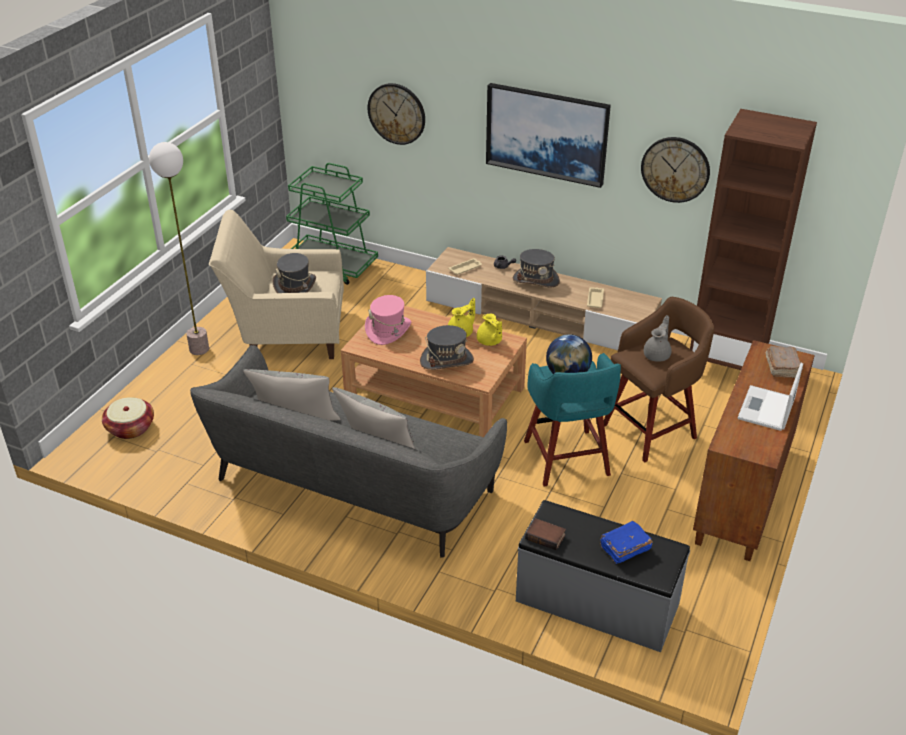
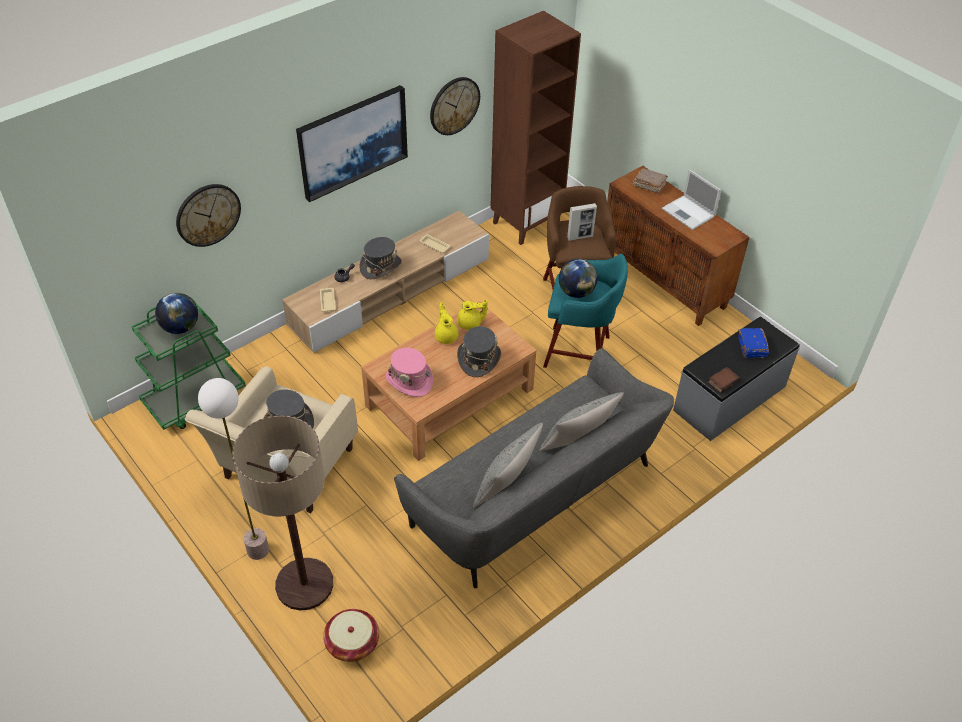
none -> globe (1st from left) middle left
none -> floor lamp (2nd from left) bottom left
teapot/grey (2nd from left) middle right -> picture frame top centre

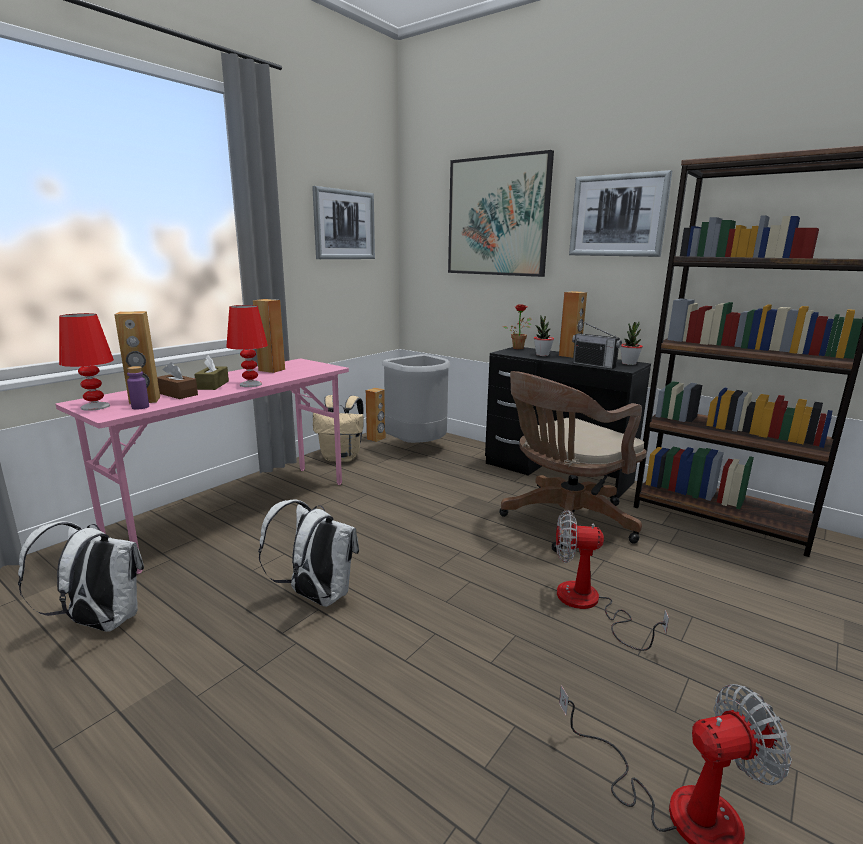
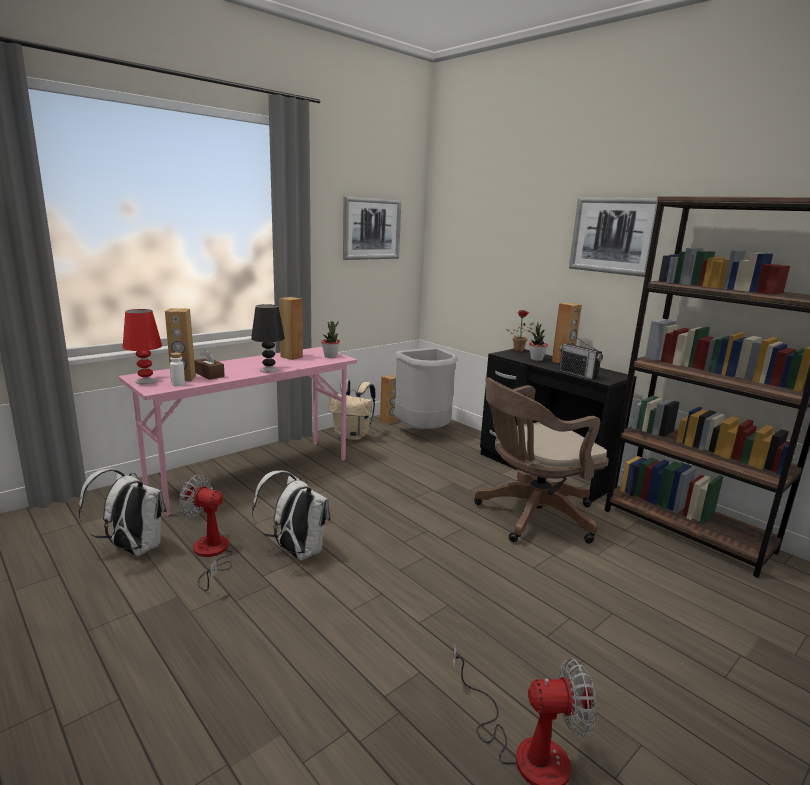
tissue box/brown (2nd from left) middle left -> none
picture (2nd from left) top centre -> none
fan (1st from left) bottom right -> fan (1st from left) bottom left, move
potted plant (3rd from left in the first image) middle right -> potted plant (1st from left) centre, move
bottle/purple middle left -> bottle/white middle left
table lamp/red (2nd from left) middle left -> table lamp/black middle left

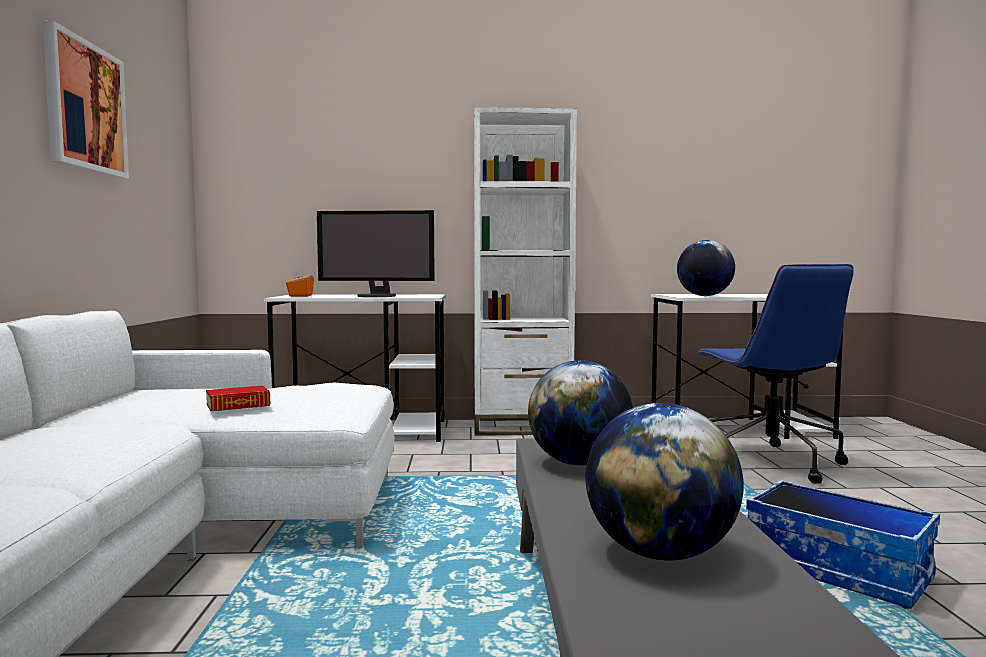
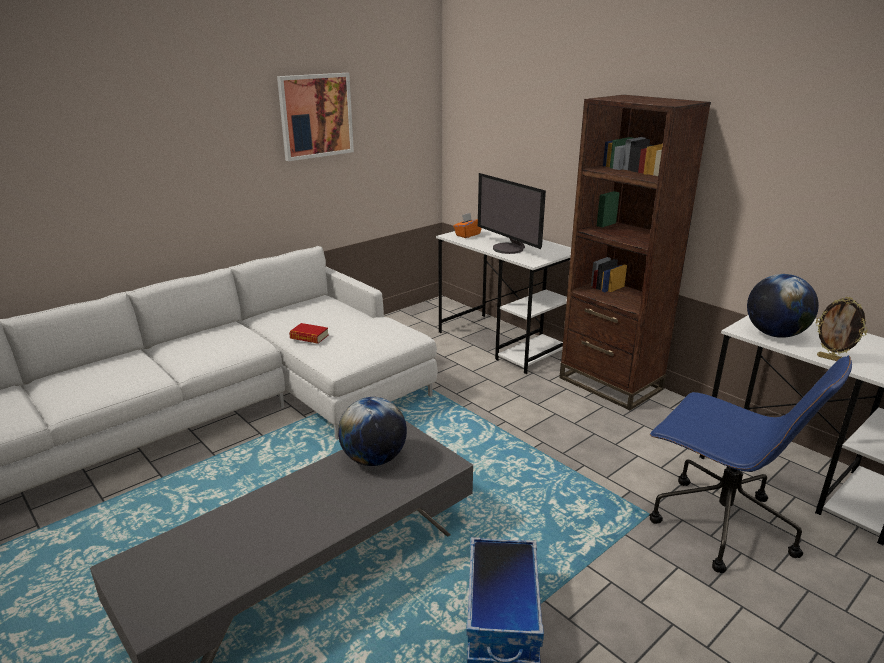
globe (2nd from left) bottom right -> none
none -> picture frame middle right
bookcase/white centre -> bookcase/brown middle right
office chair/blue middle right -> office chair/blue bottom right, 90 degrees counterclockwise

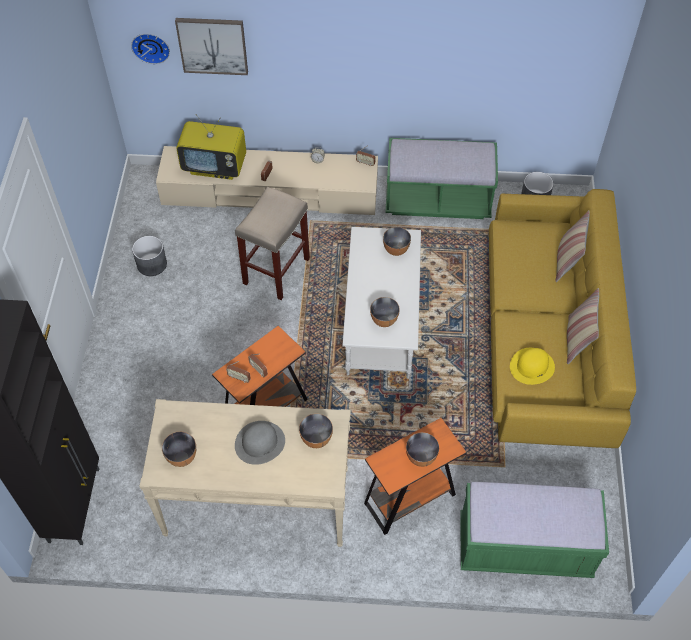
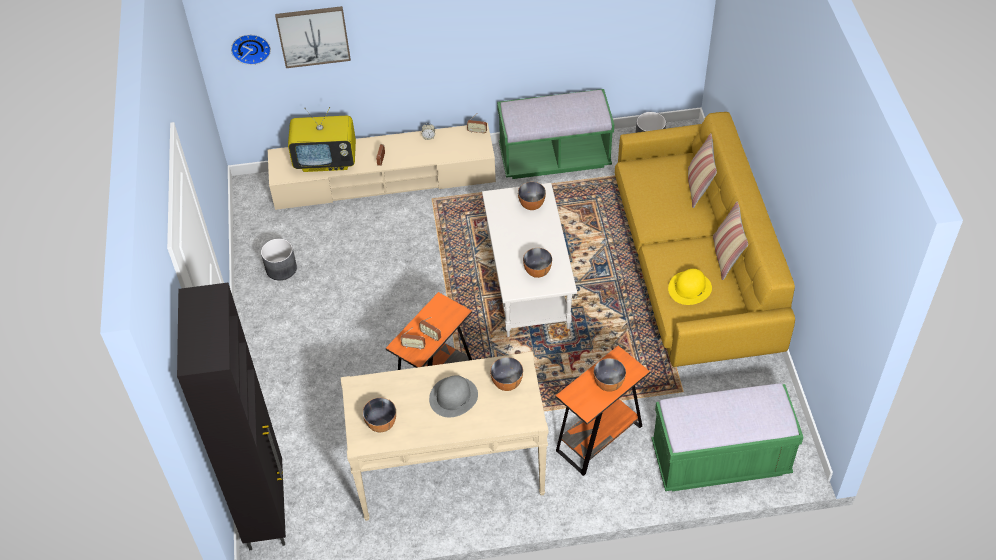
stool/beige centre -> none

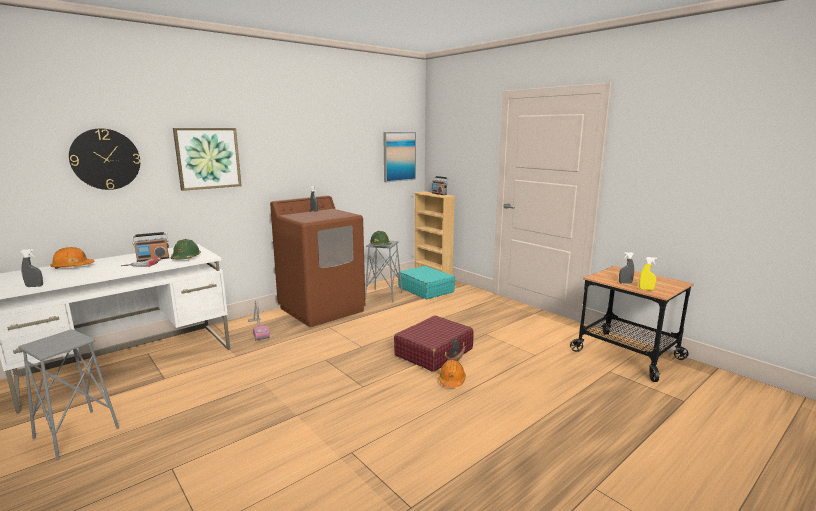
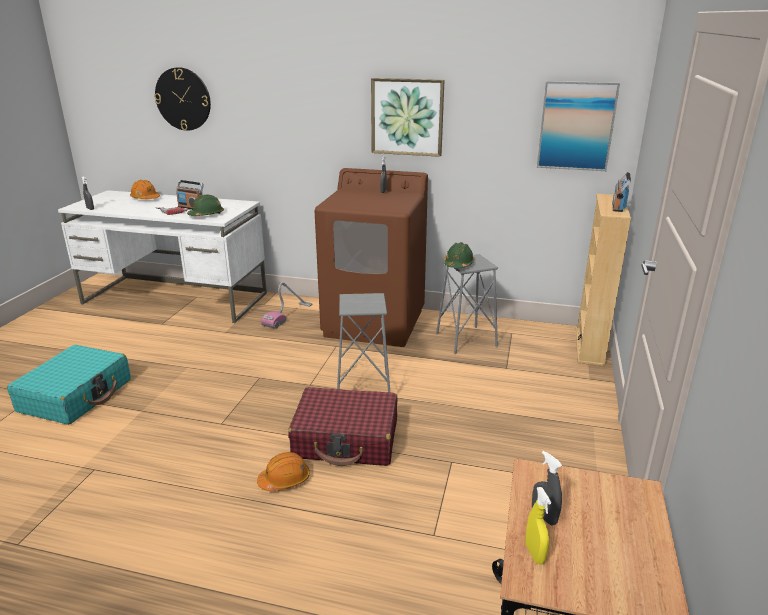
stool/grey (1st from left) bottom left -> stool/grey (1st from left) centre, move
picture (1st from left) top left -> picture (1st from left) top centre, move
suitcase/turquoise centre -> suitcase/turquoise middle left, move

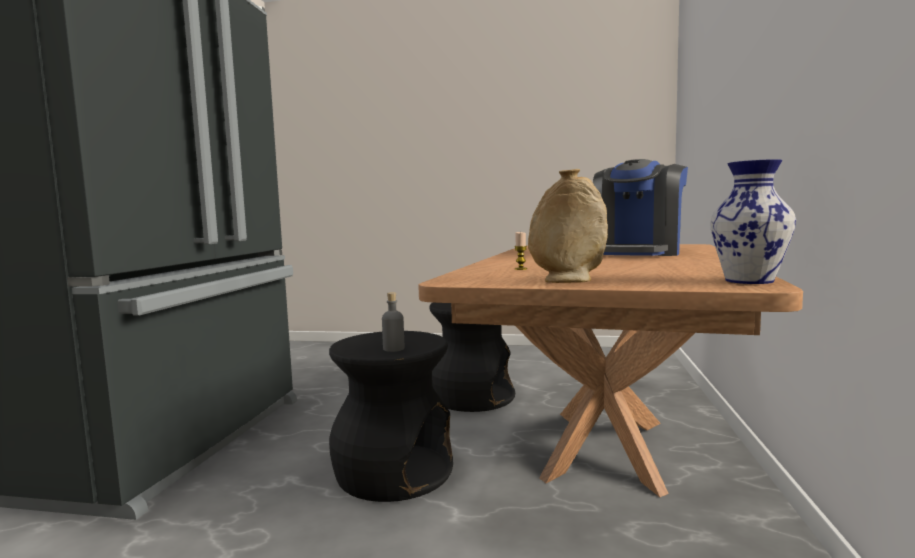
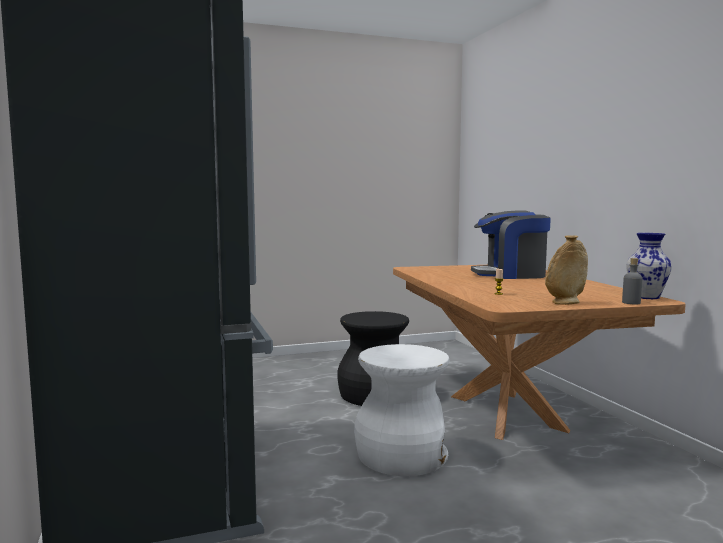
bottle/grey centre -> bottle/grey middle right, move
stool/black (1st from left) bottom centre -> stool/white bottom centre
coffee machine middle right, 90 degrees clockwise

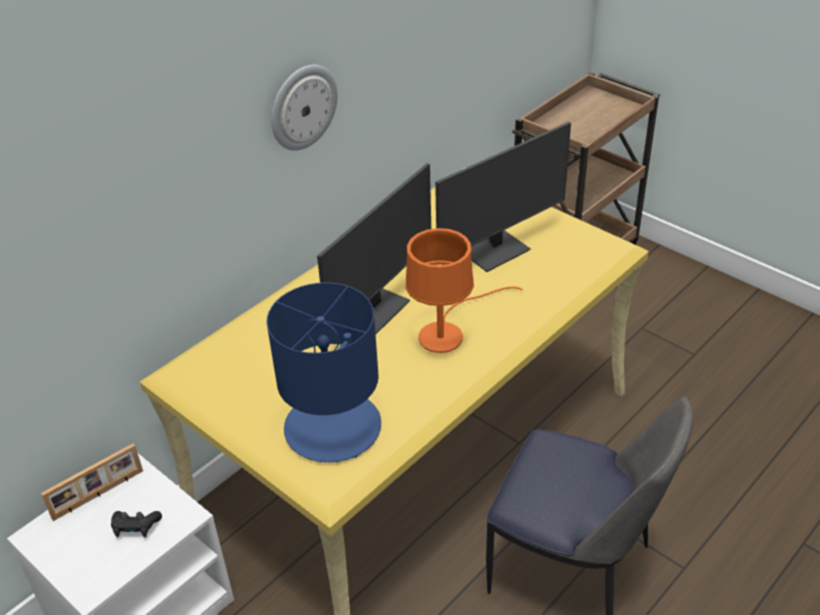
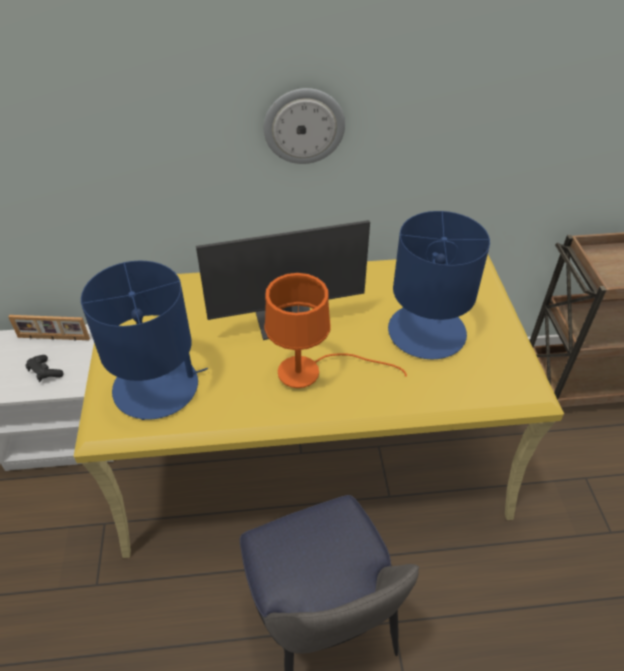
monitor (2nd from left) top centre -> table lamp/blue (2nd from left) middle right

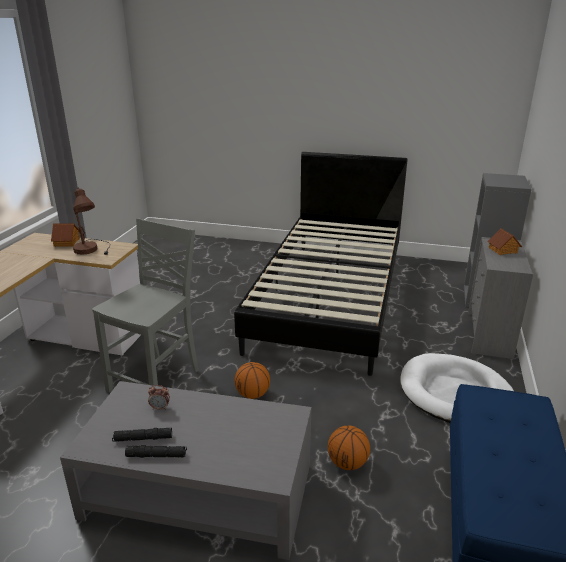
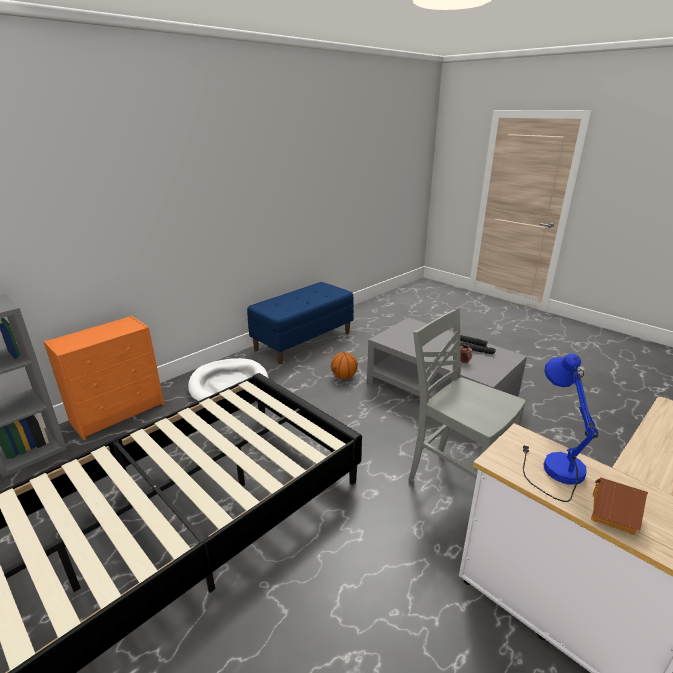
basketball (1st from left) bottom centre -> none
toy house (2nd from left) middle right -> none
table lamp/brown middle left -> table lamp/blue middle right
dresser/grey middle right -> dresser/orange middle left
chair/grey middle left -> chair/grey middle right, 75 degrees clockwise

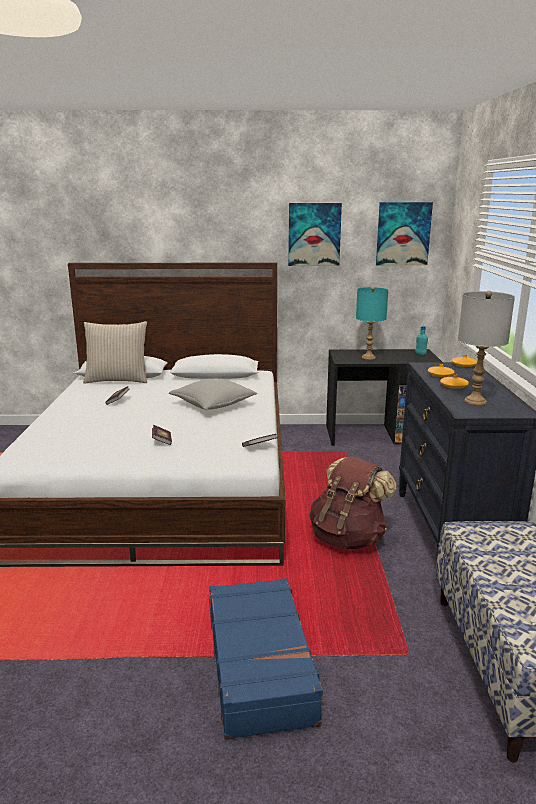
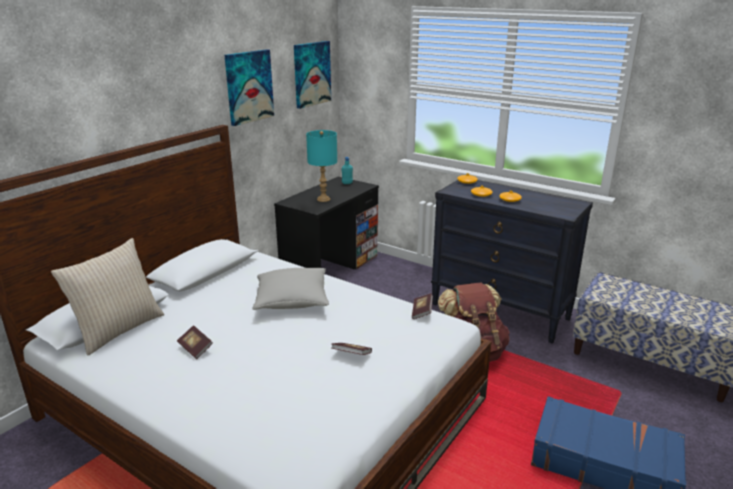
table lamp/grey middle right -> none

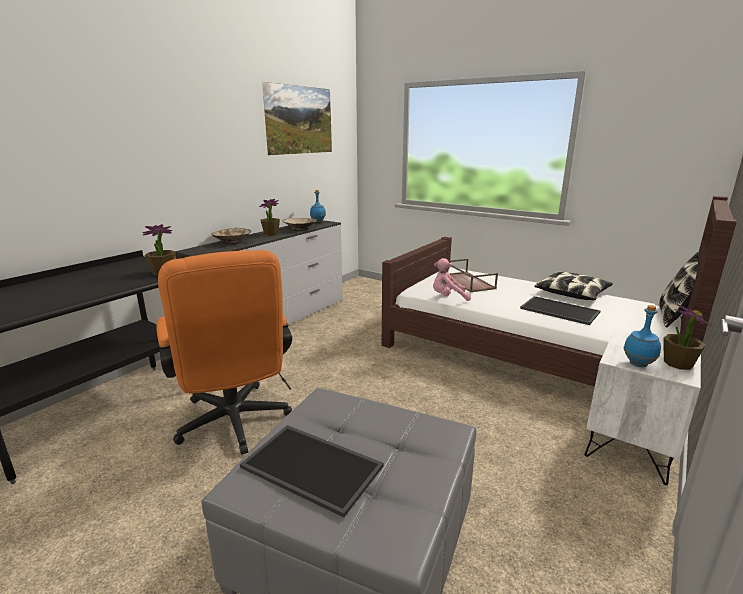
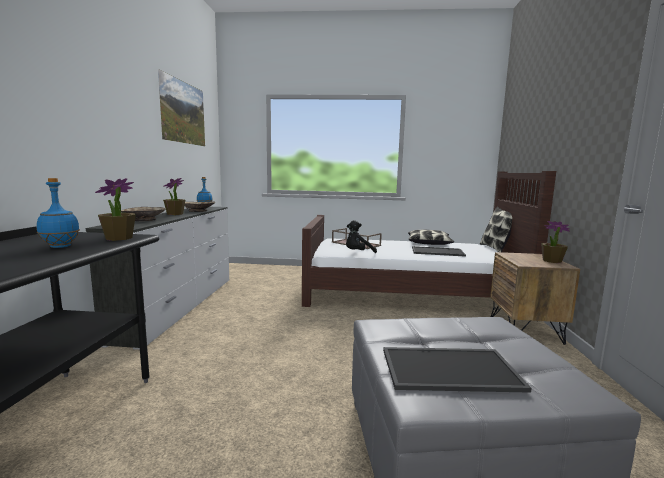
office chair/orange middle left -> none
bottle/blue (2nd from left in the first image) middle right -> bottle/blue (1st from left) middle left, move
plush toy/pink centre -> plush toy/black centre
nightstand/white bottom right -> nightstand/brown middle right

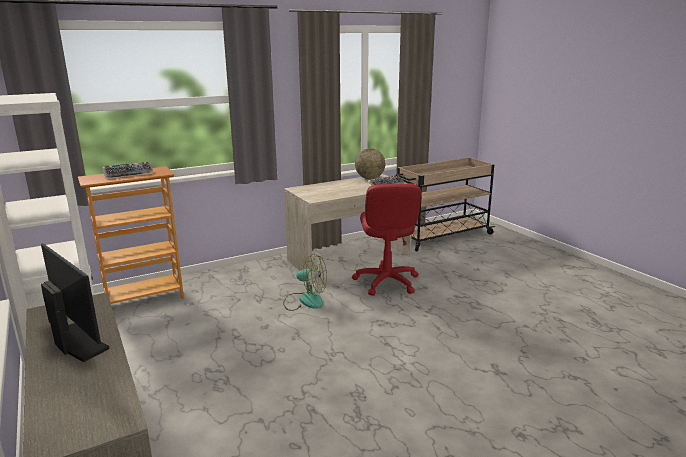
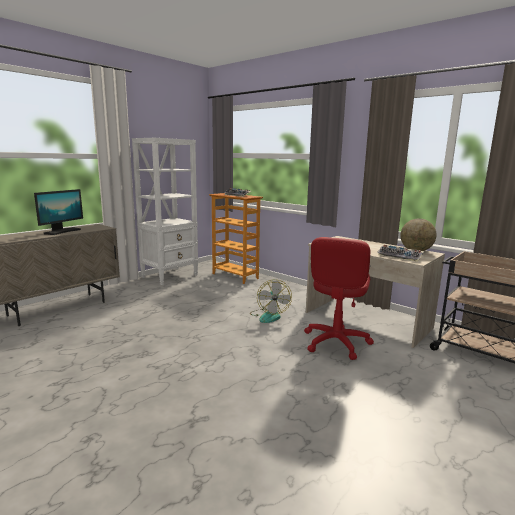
office chair/red centre, 45 degrees counterclockwise

